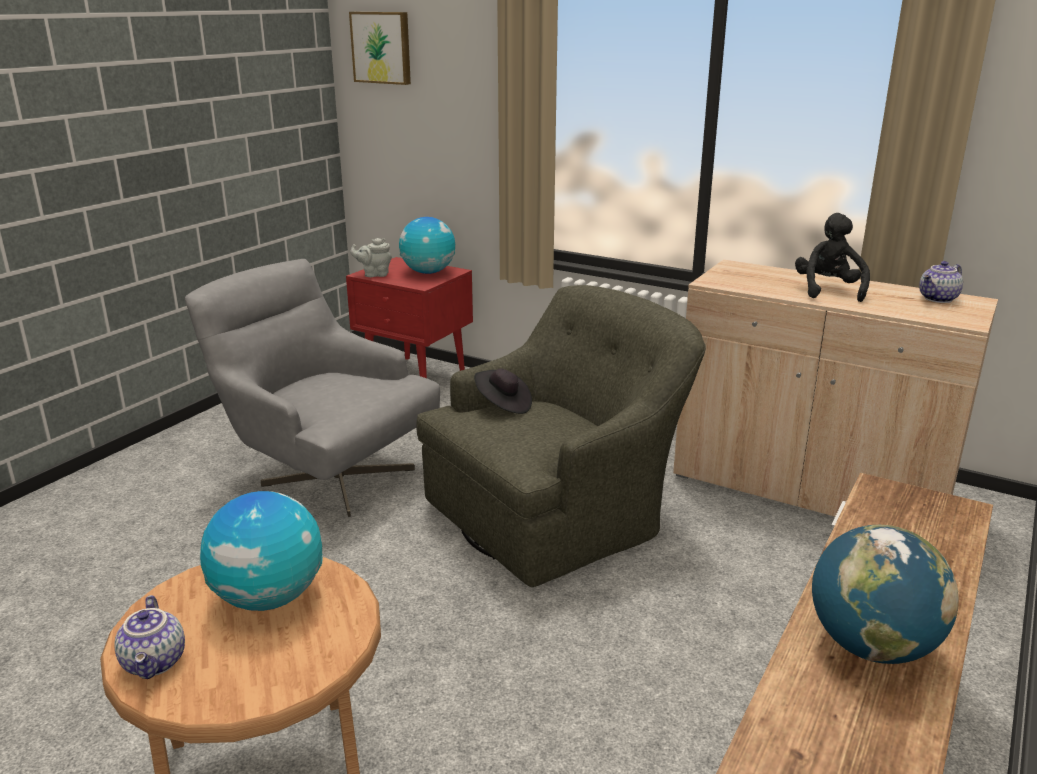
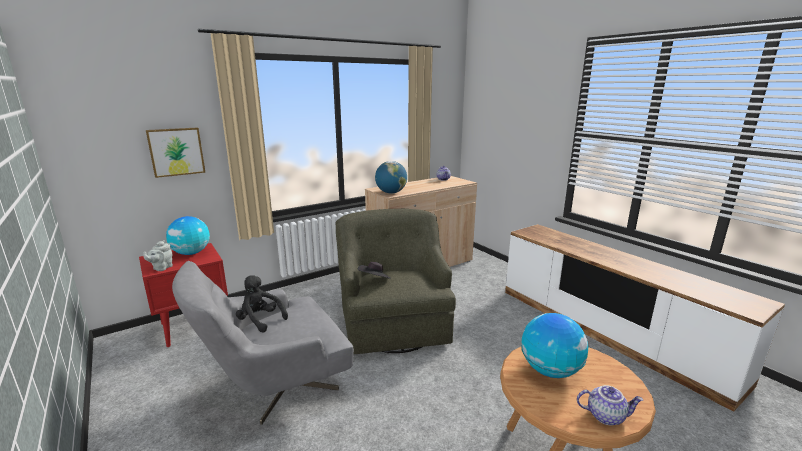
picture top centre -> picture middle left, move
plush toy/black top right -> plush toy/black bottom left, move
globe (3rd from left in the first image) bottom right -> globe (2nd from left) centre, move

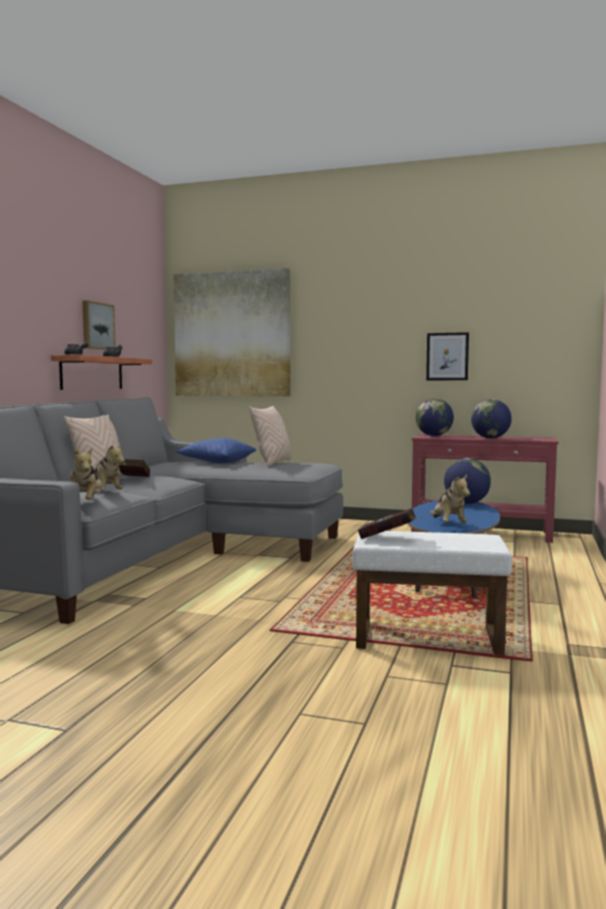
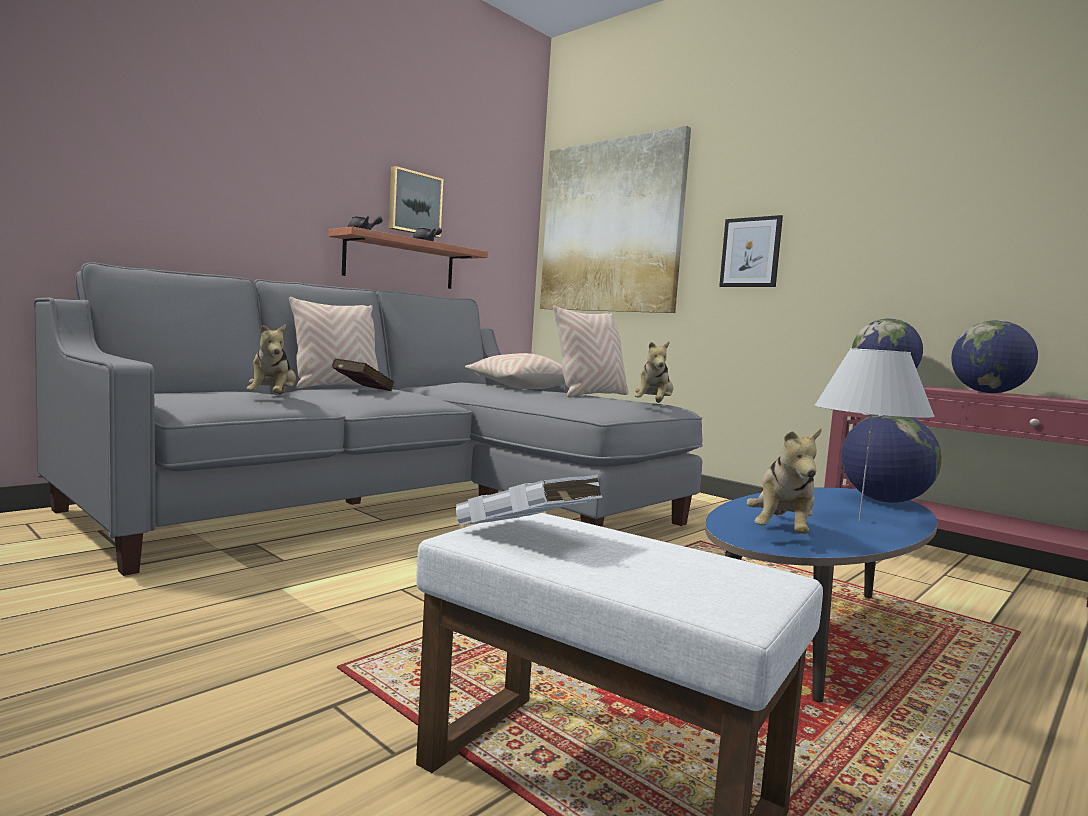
none -> table lamp/white middle right
plush toy (1st from left in the first image) middle left -> plush toy (2nd from left) centre, move
picture (3rd from left) middle right -> picture (3rd from left) top right, move
pillow/blue centre -> pillow/beige (2nd from left) centre
book/red (2nd from left) centre -> book/white centre

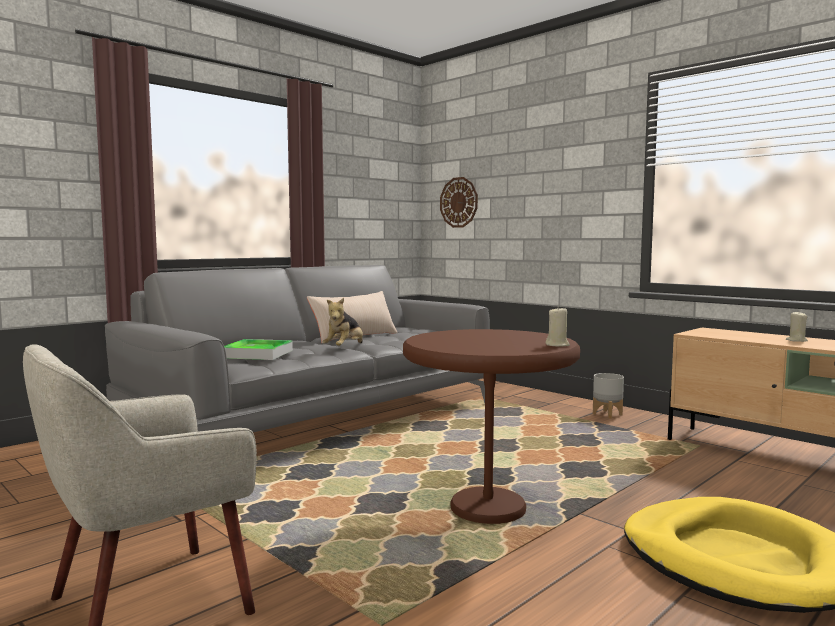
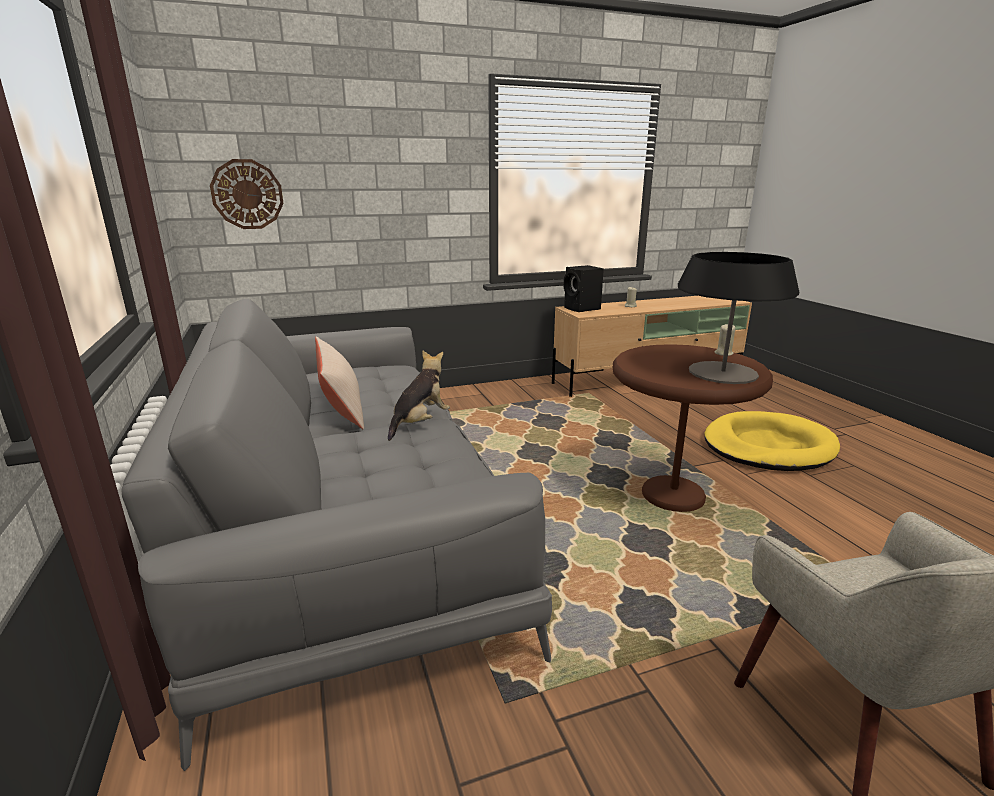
tray middle left -> none
planter/grey middle right -> none
none -> speaker/black centre
none -> table lamp middle right
plush toy centre, 105 degrees counterclockwise

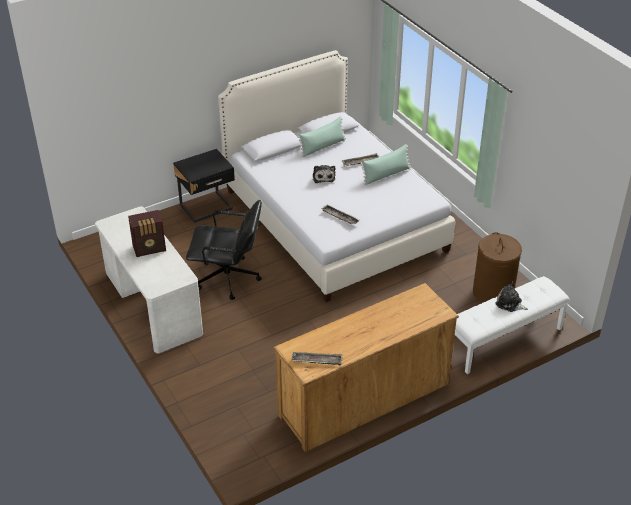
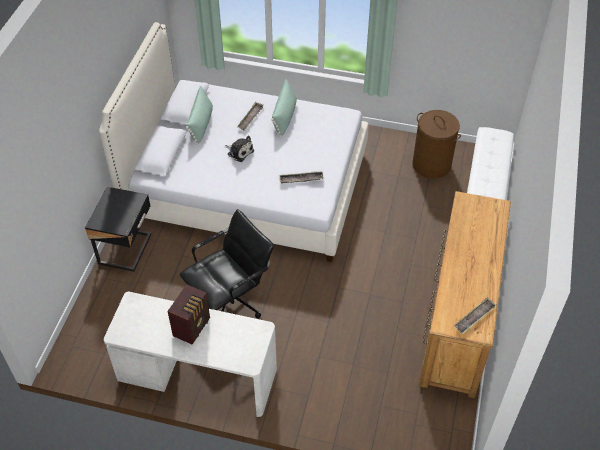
plush toy (2nd from left) middle right -> none

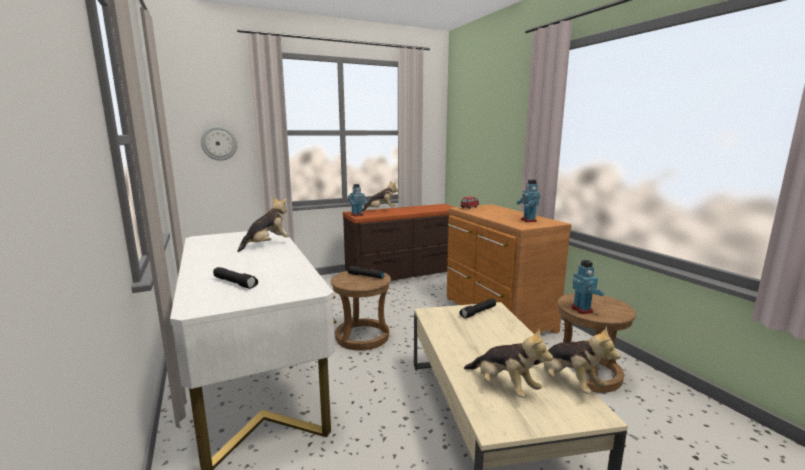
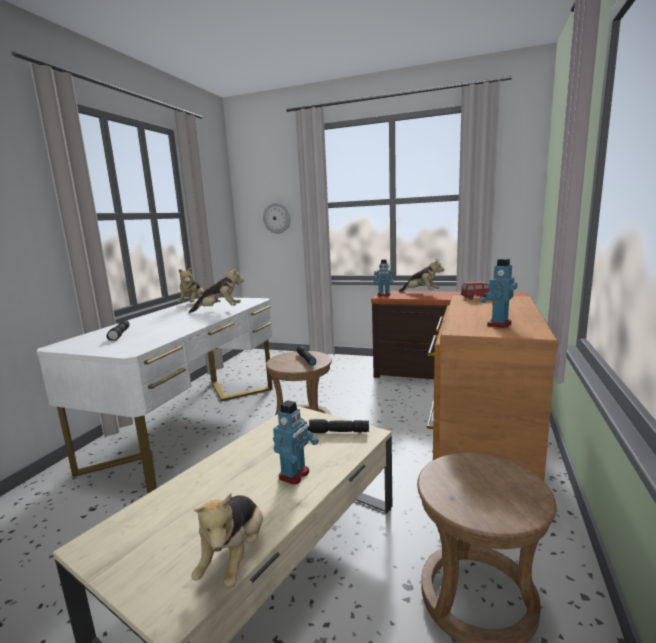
plush toy (3rd from left in the first image) bottom centre -> plush toy (1st from left) middle left, move
toy robot (3rd from left in the first image) middle right -> toy robot (1st from left) bottom centre, move

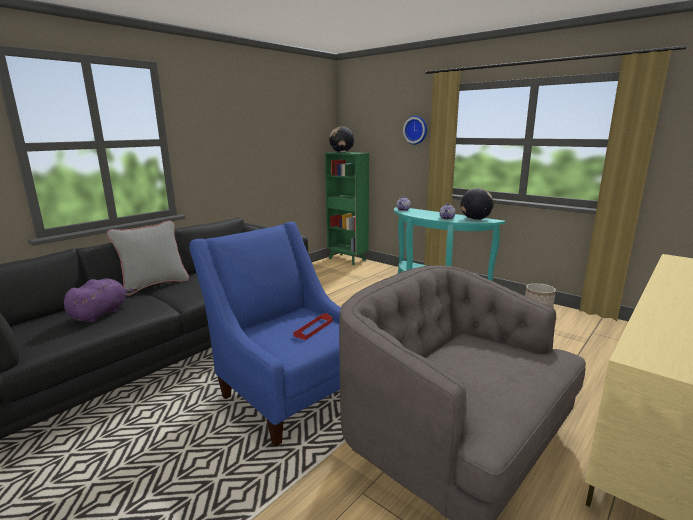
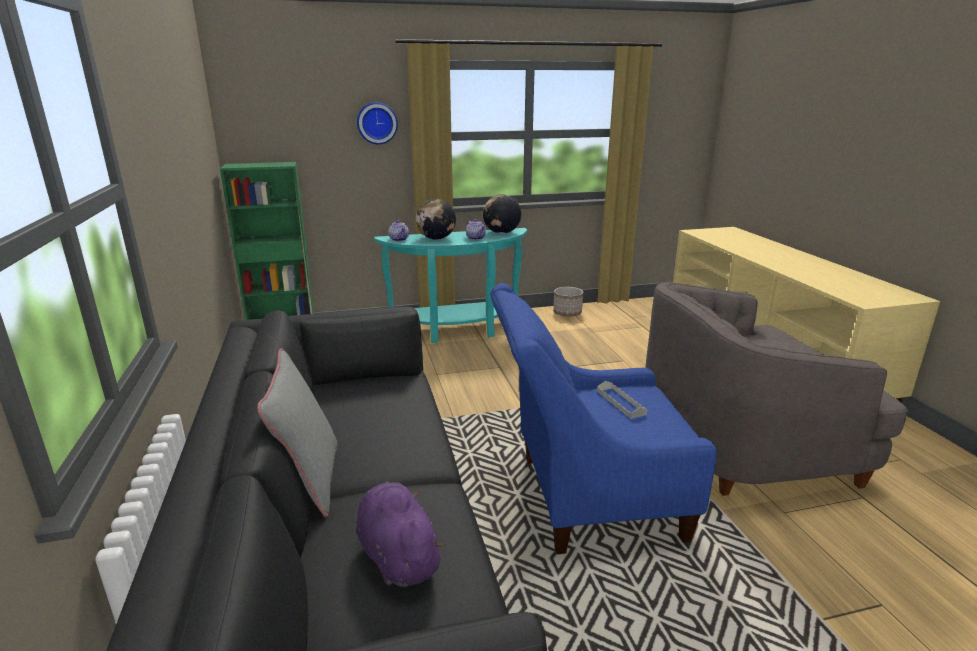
globe (1st from left) top centre -> globe (1st from left) centre, move
tray/red centre -> tray/grey centre

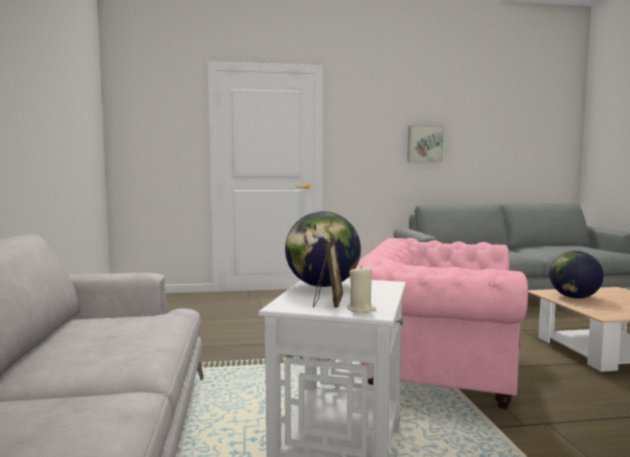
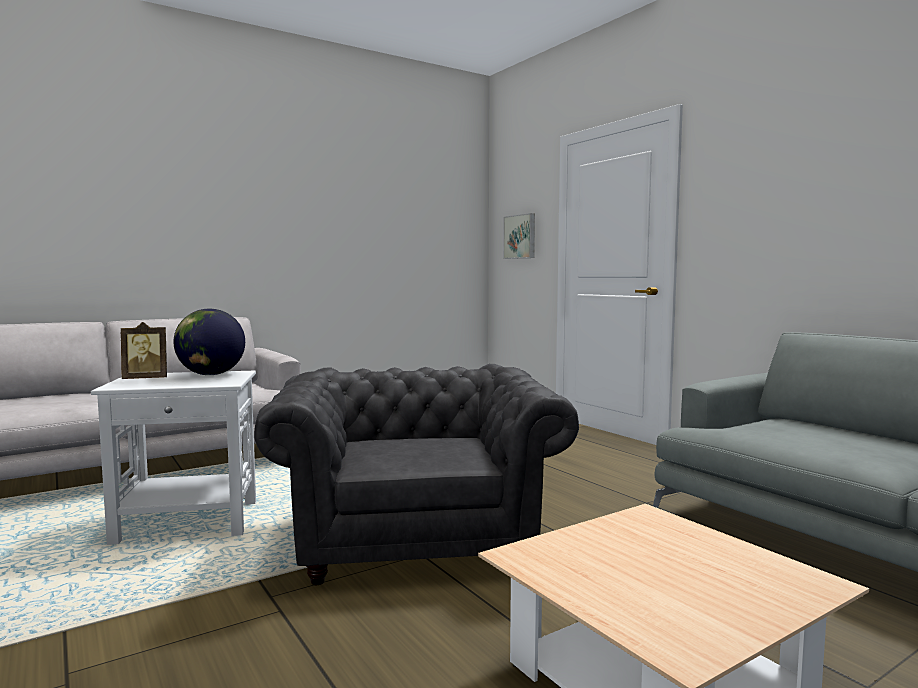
candle/beige centre -> none
globe (2nd from left) middle right -> none
picture top right -> picture centre, move
armchair/pink bottom right -> armchair/grey bottom centre

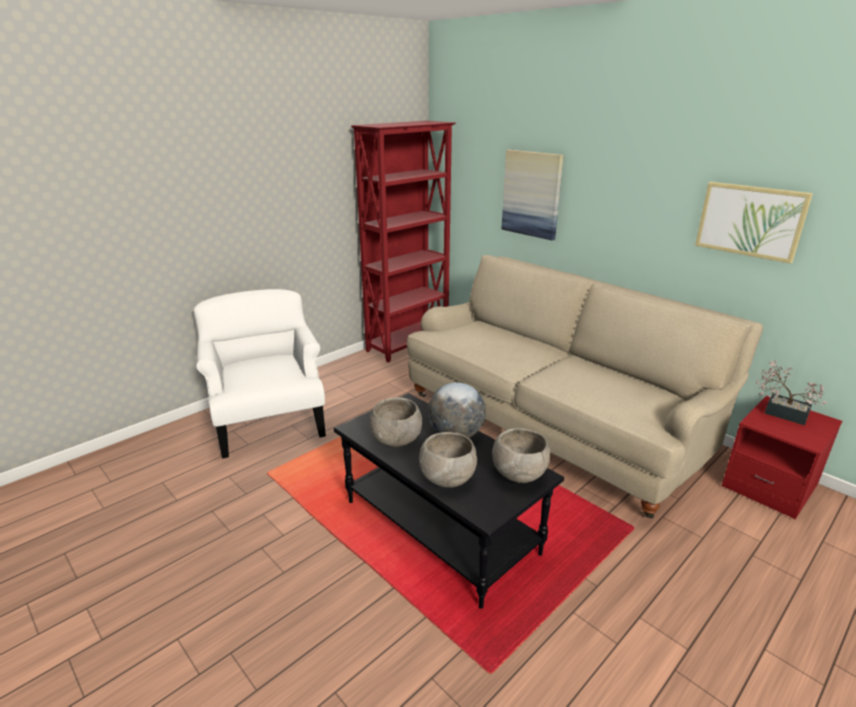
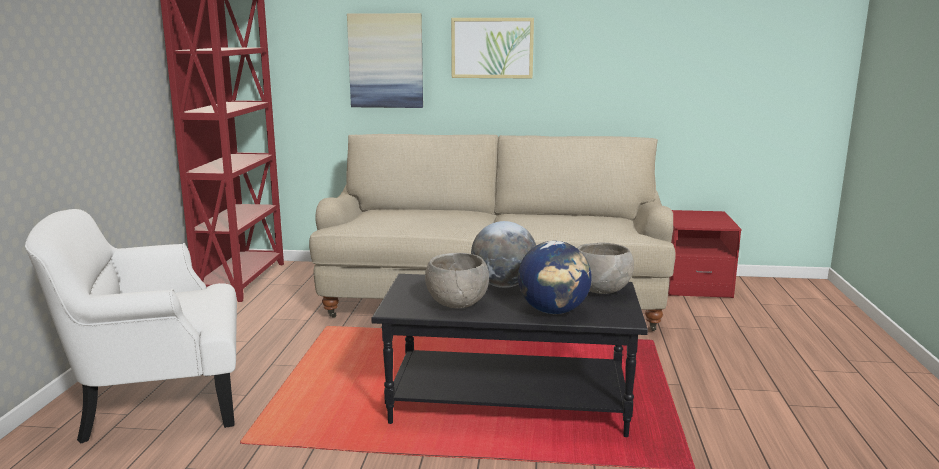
potted plant middle right -> none
picture (2nd from left) top right -> picture (2nd from left) top centre, move
bowl/grey (2nd from left) centre -> globe (2nd from left) centre
armchair/white middle left -> armchair/white bottom left, 45 degrees counterclockwise

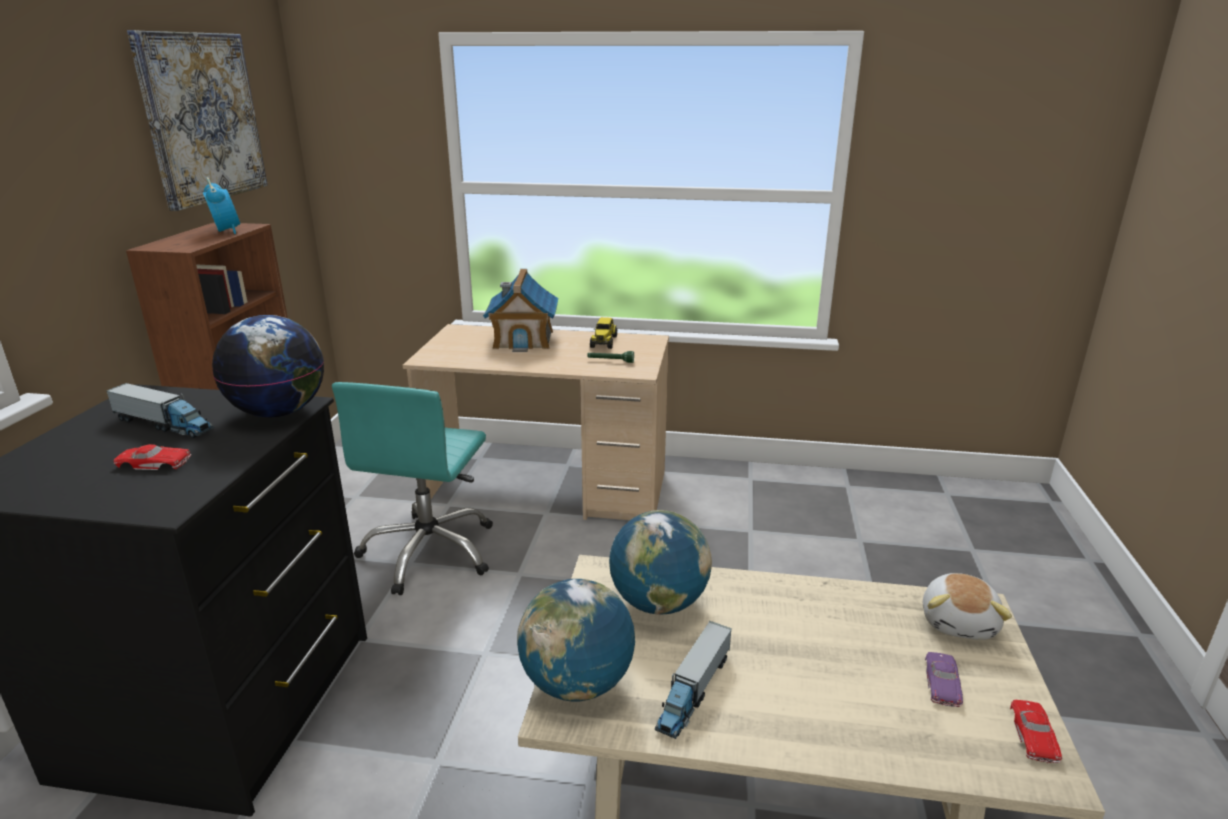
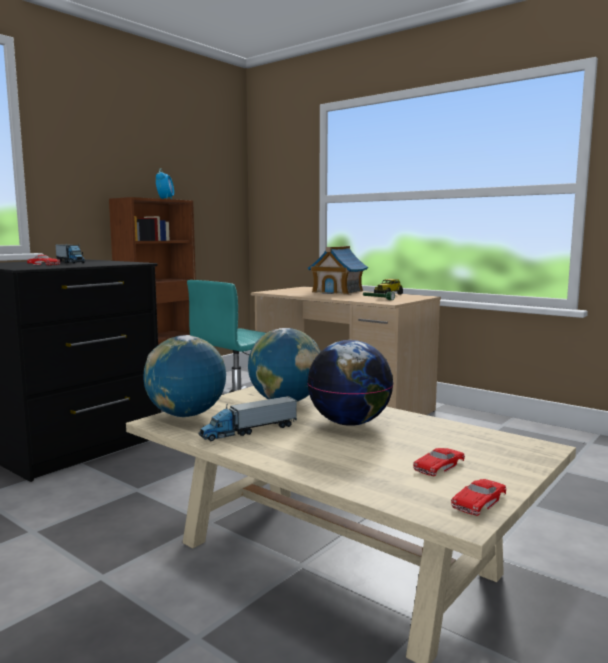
picture top left -> none
plush toy bottom right -> none
globe (1st from left in the first image) middle left -> globe (3rd from left) centre, move
toy car/purple bottom right -> toy car/red (2nd from left) bottom right

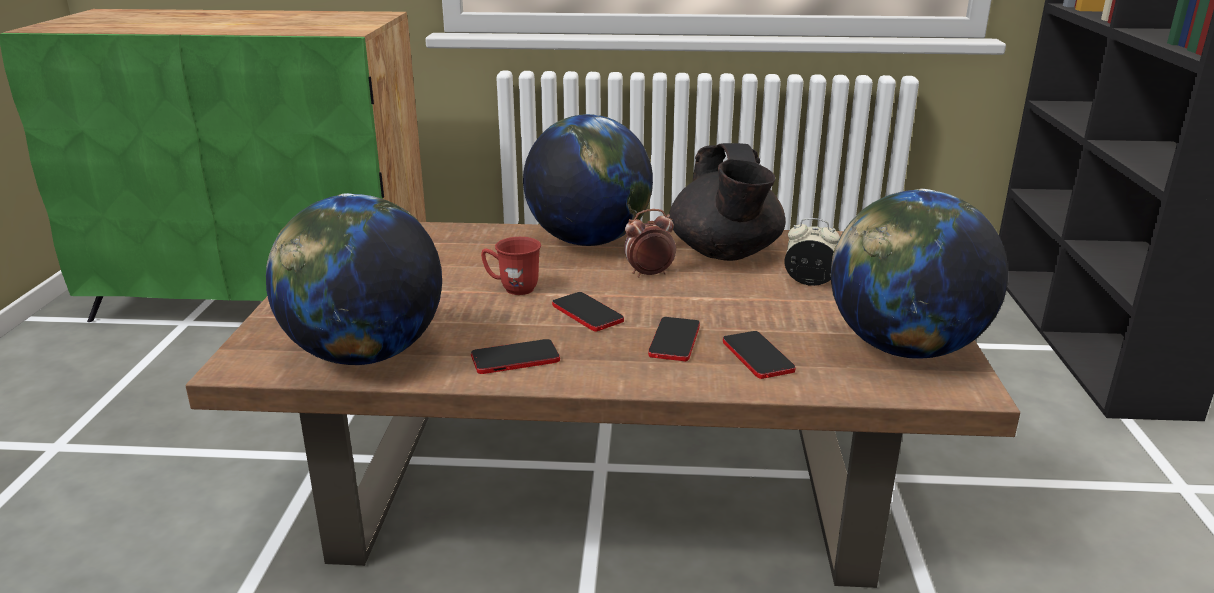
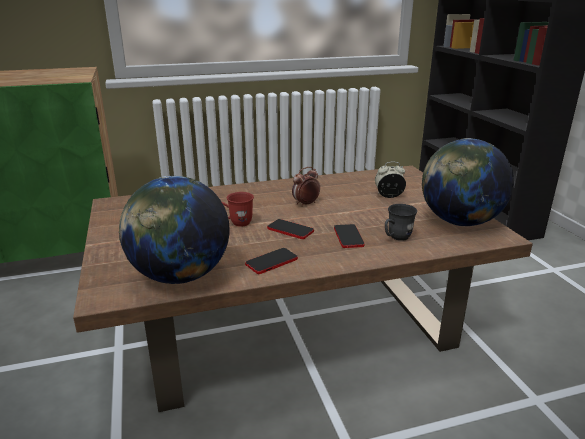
globe (2nd from left) top centre -> none
teapot/black centre -> none
phone (4th from left) centre -> mug/grey middle right

